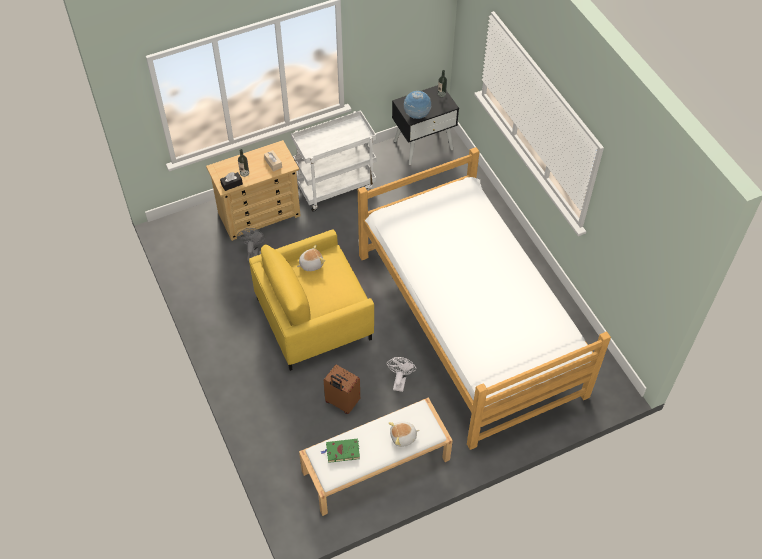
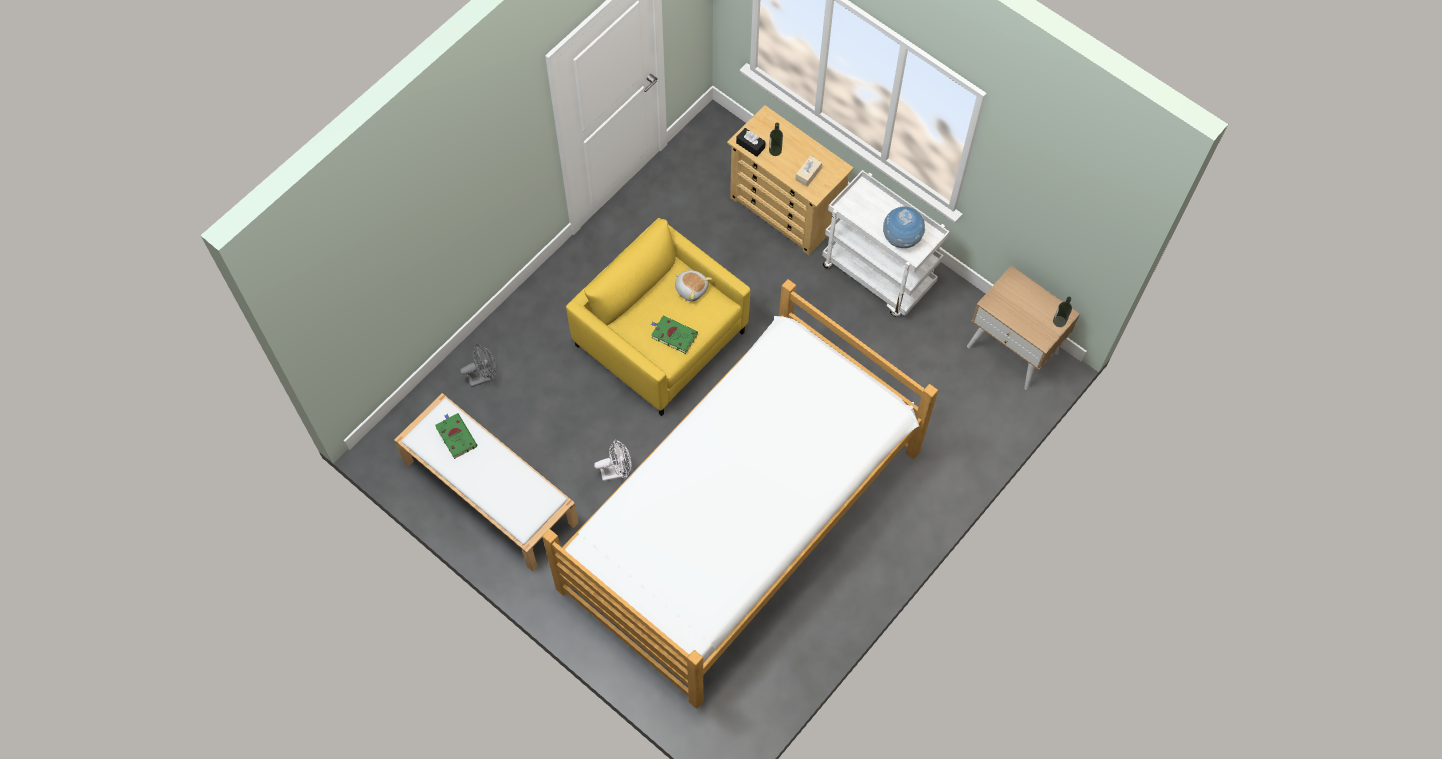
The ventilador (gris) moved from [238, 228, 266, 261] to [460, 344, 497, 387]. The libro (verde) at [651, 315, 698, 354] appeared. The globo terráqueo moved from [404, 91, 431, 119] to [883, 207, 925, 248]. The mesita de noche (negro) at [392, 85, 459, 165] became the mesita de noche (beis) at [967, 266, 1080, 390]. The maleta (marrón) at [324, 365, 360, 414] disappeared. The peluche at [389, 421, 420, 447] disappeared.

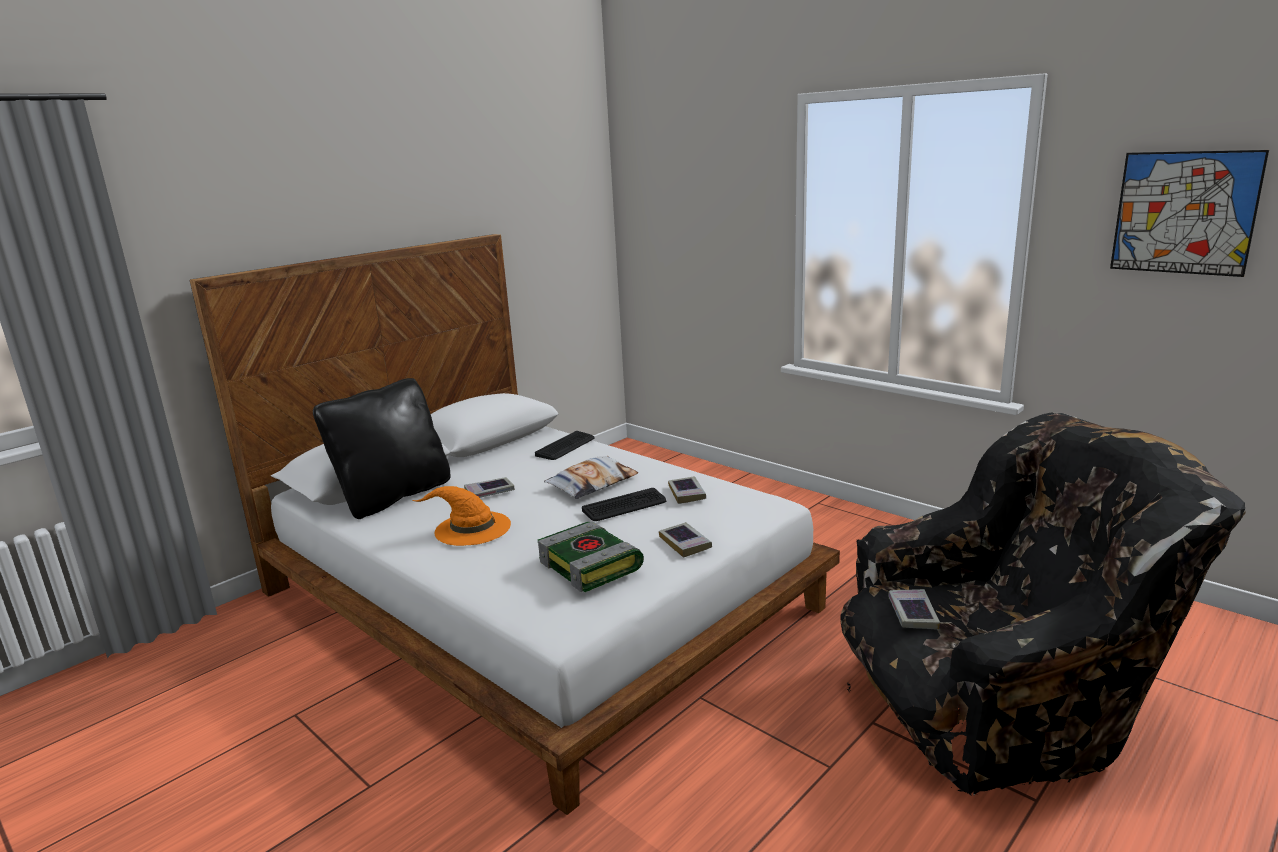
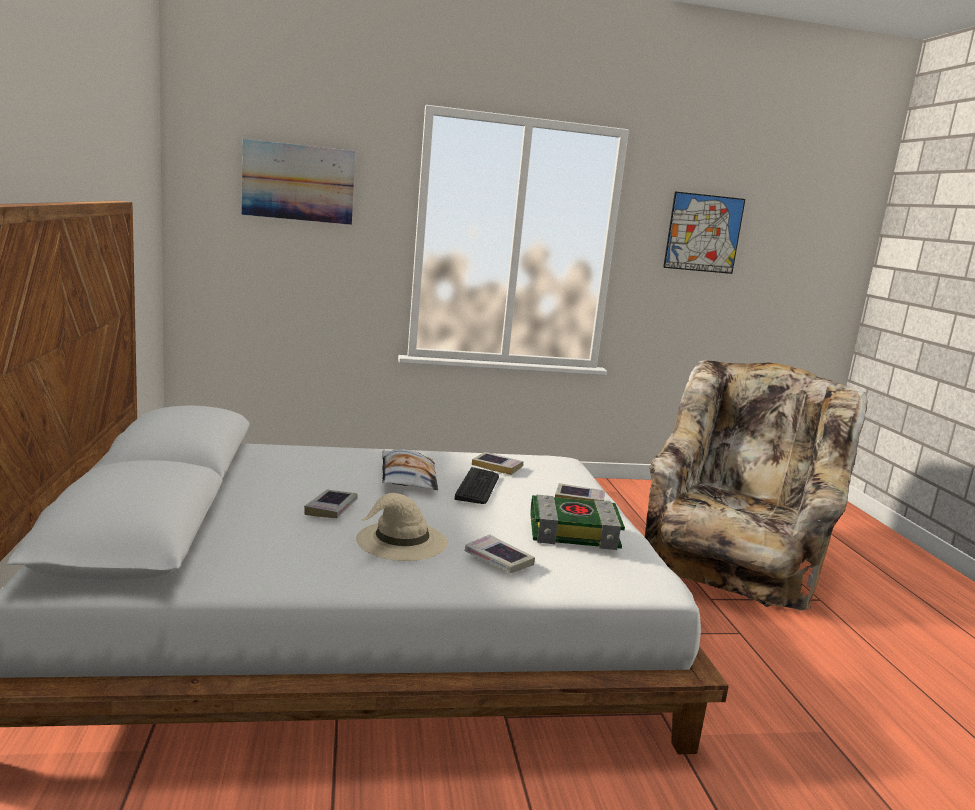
The cuadro at [242, 139, 355, 225] appeared. The sombrero (naranja) at [413, 486, 511, 546] became the sombrero (beis) at [356, 493, 448, 561]. The libro moved from [888, 589, 940, 630] to [465, 534, 535, 573]. The sillón (negro) at [840, 412, 1245, 796] became the sillón (beis) at [645, 360, 867, 611]. The cojín (negro) at [313, 378, 451, 519] disappeared. The teclado at [535, 431, 594, 460] disappeared.

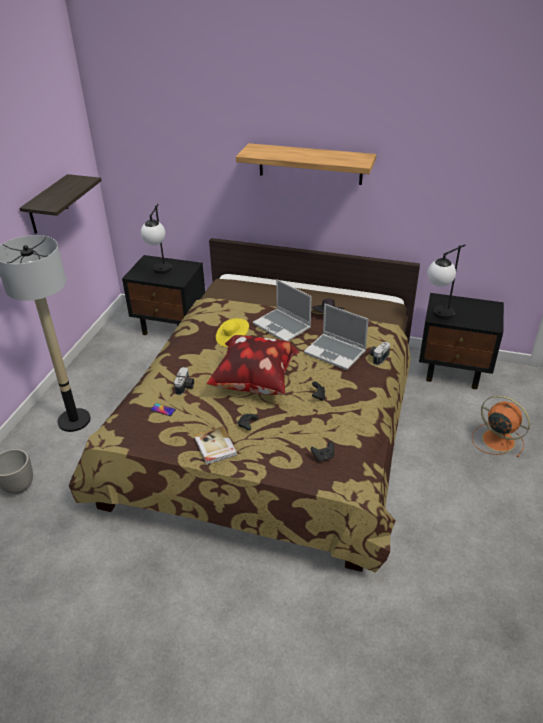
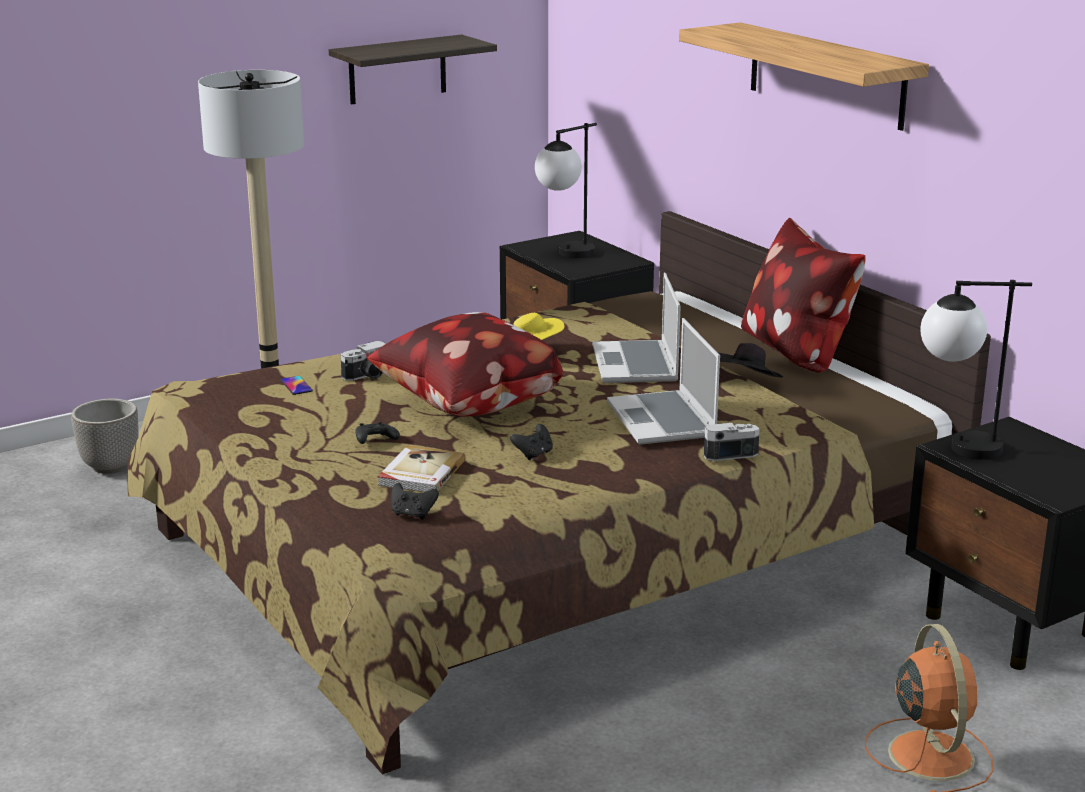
The libro moved from [194, 426, 238, 465] to [377, 445, 465, 492]. The cojín at [741, 218, 866, 373] appeared.

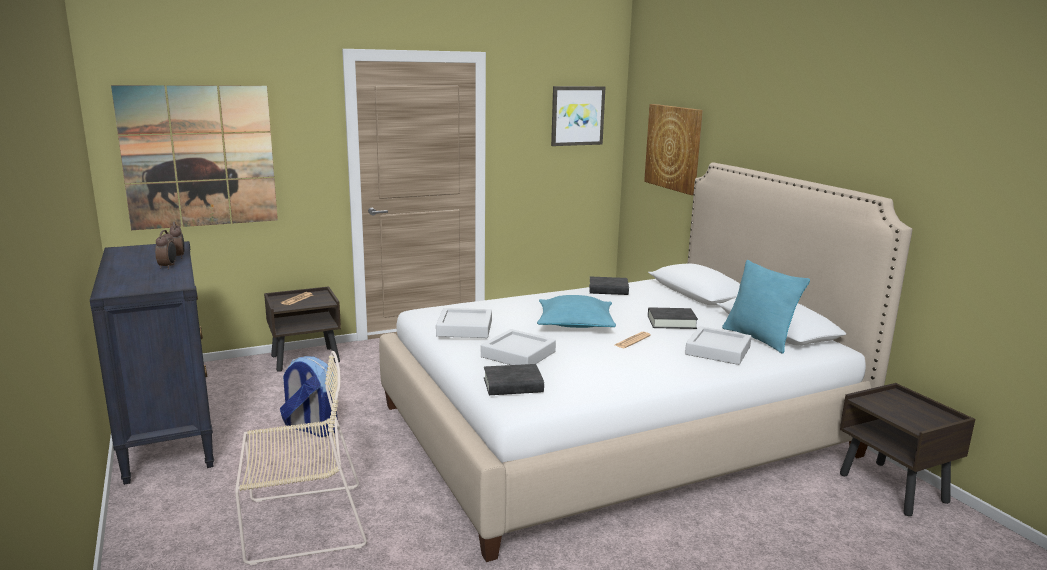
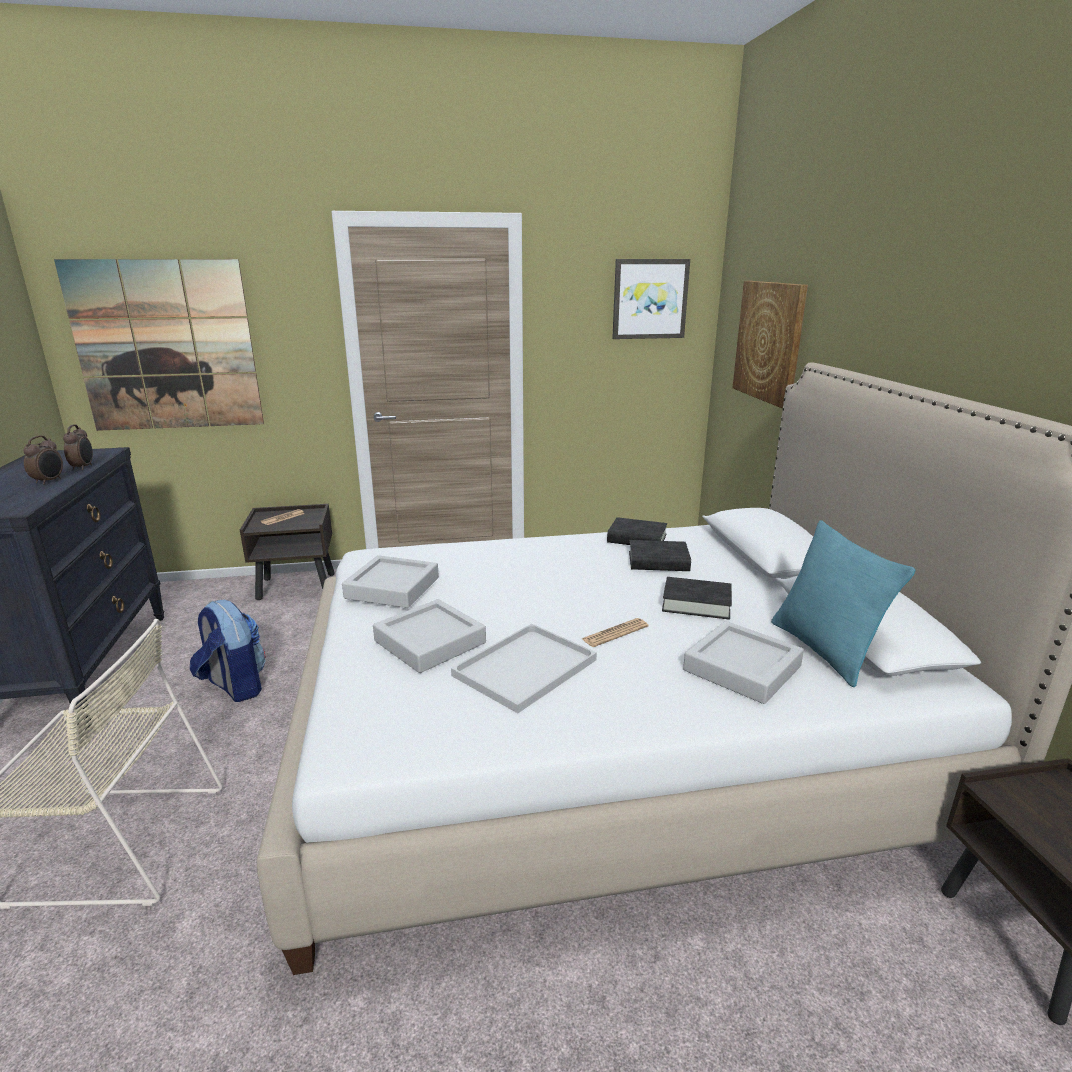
The bandeja (blanco) at [451, 623, 597, 713] appeared. The libro (negro) moved from [484, 364, 544, 395] to [629, 540, 691, 571]. The cojín (turquesa) at [537, 295, 616, 328] disappeared.

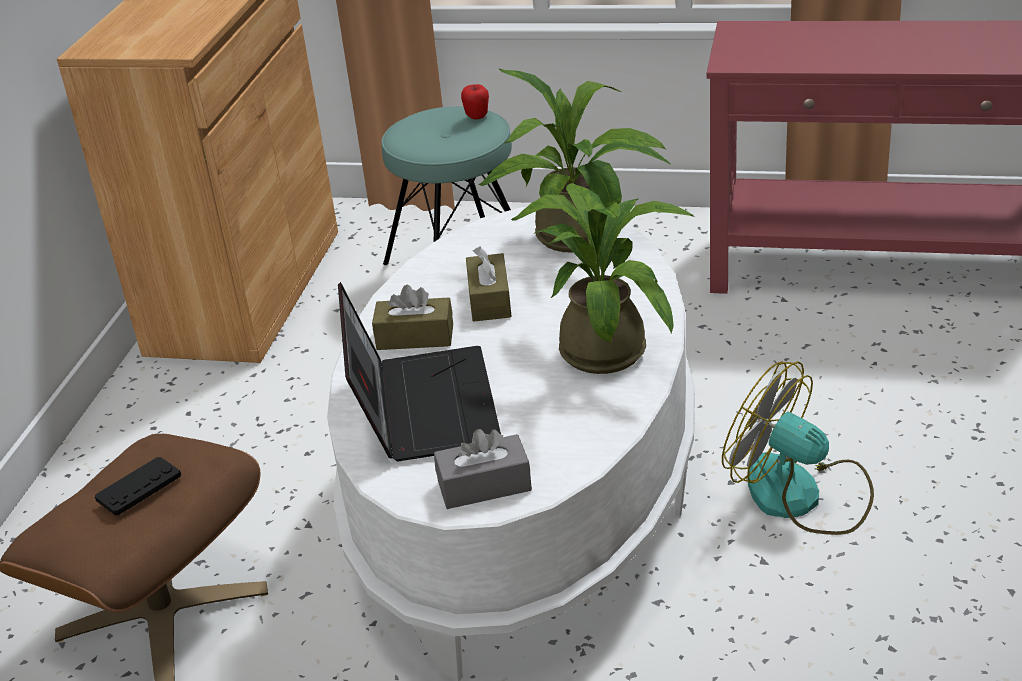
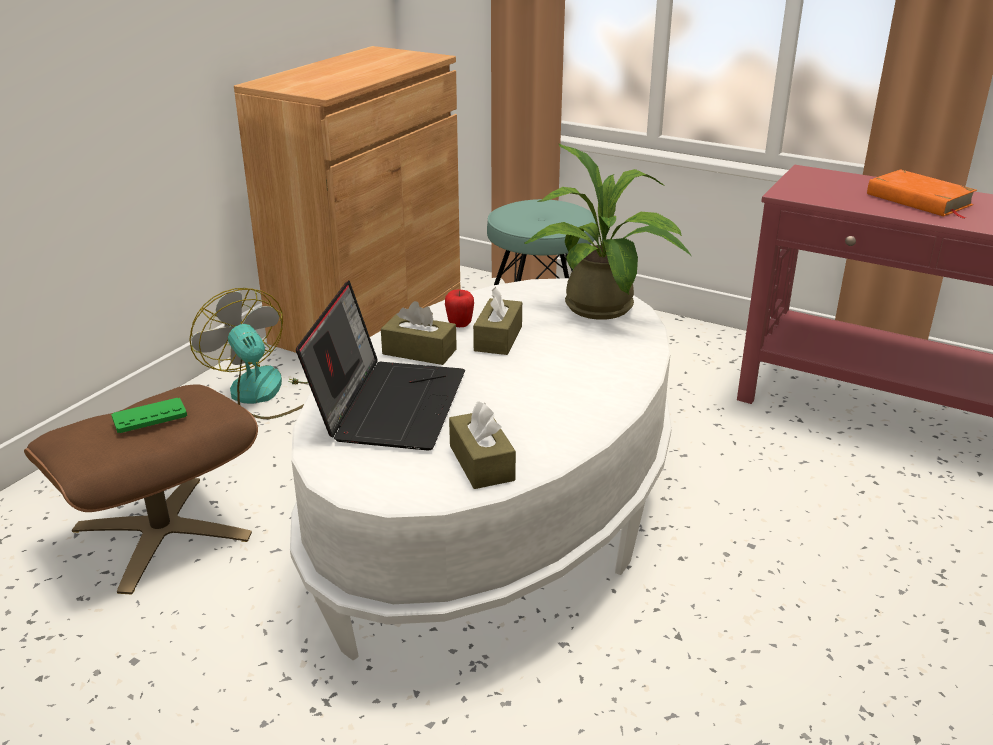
The mando de consola (negro) at [95, 457, 181, 516] became the mando de consola (verde) at [111, 398, 187, 433]. The ventilador moved from [722, 361, 874, 535] to [189, 288, 308, 419]. The manzana moved from [461, 84, 489, 119] to [445, 290, 474, 327]. The caja de pañuelos (marrón) at [449, 401, 516, 489] appeared. The libro (naranja) at [867, 169, 977, 219] appeared. The caja de pañuelos (gris) at [434, 429, 532, 509] disappeared. The planta en maceta at [511, 183, 695, 374] disappeared.

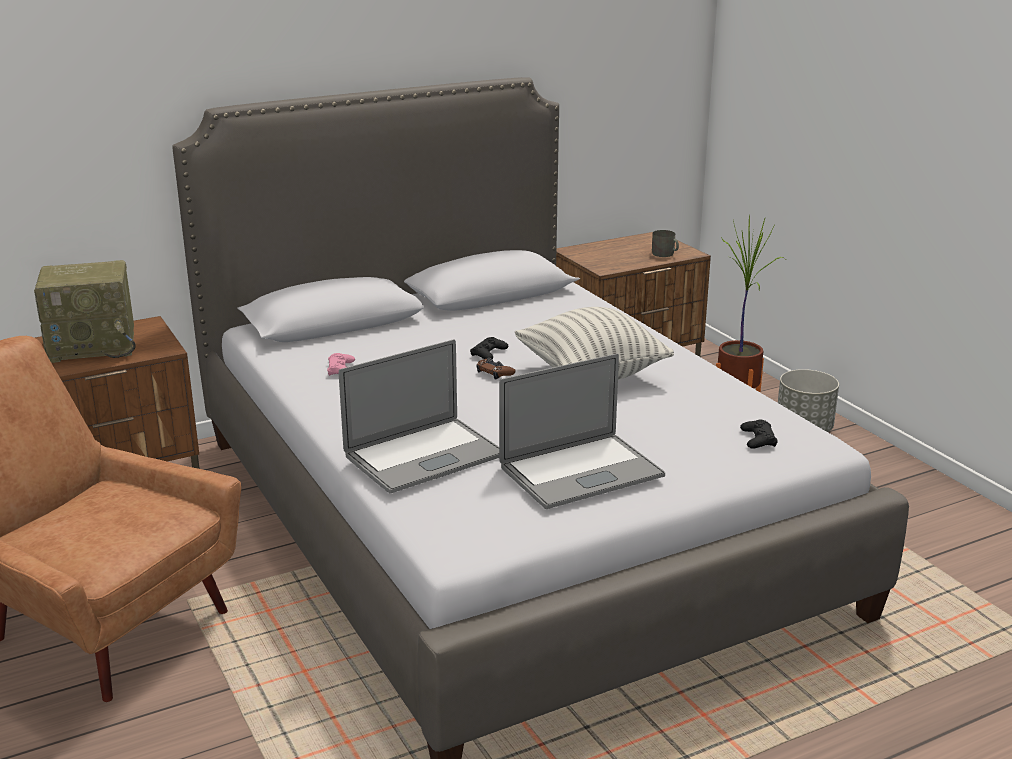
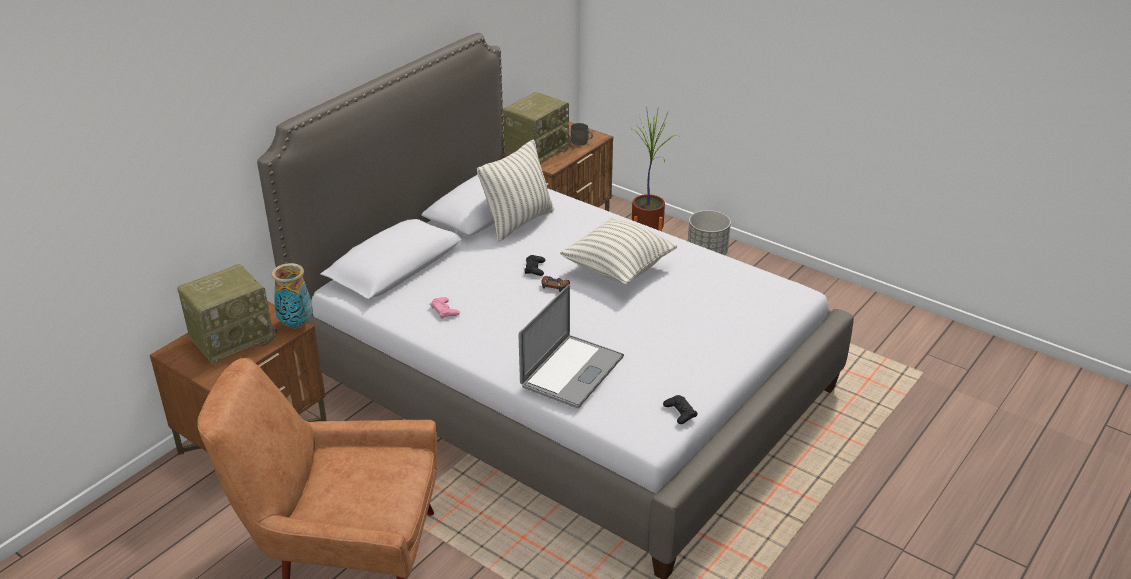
The florero at [272, 263, 313, 329] appeared. The cojín at [477, 139, 554, 242] appeared. The radio at [503, 92, 572, 164] appeared. The mando de consola (negro) moved from [740, 419, 778, 448] to [663, 395, 698, 424]. The portátil at [499, 353, 665, 509] disappeared.

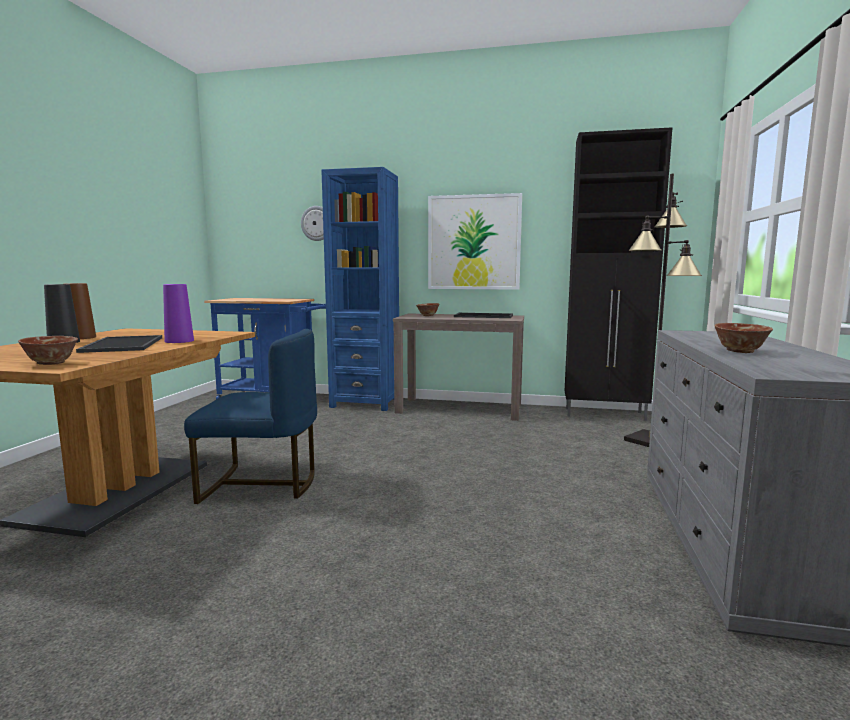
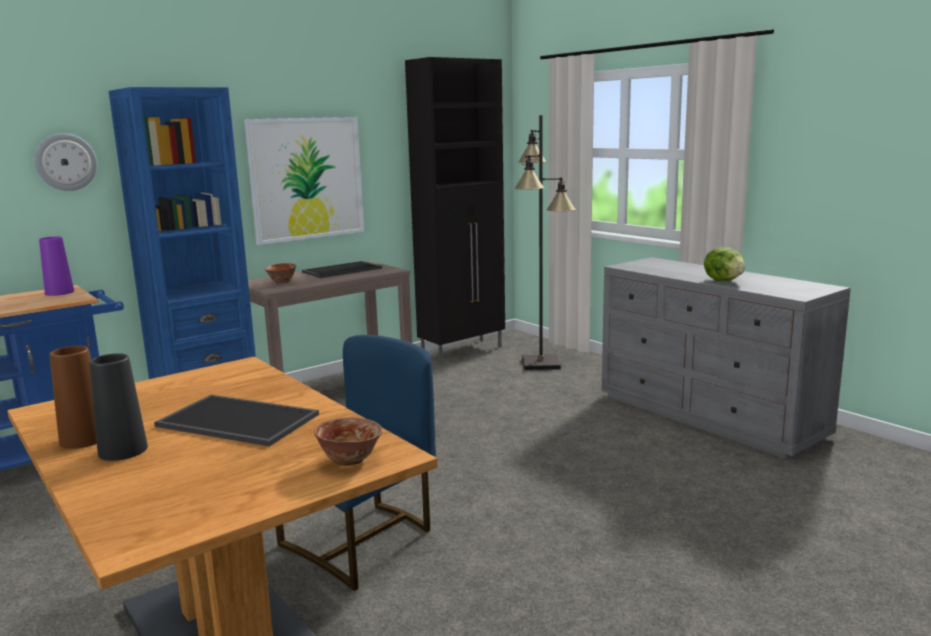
The florero (morado) moved from [163, 284, 194, 343] to [39, 236, 74, 296]. The cuenco at [715, 323, 773, 353] was replaced by the lechuga at [704, 247, 745, 281].

